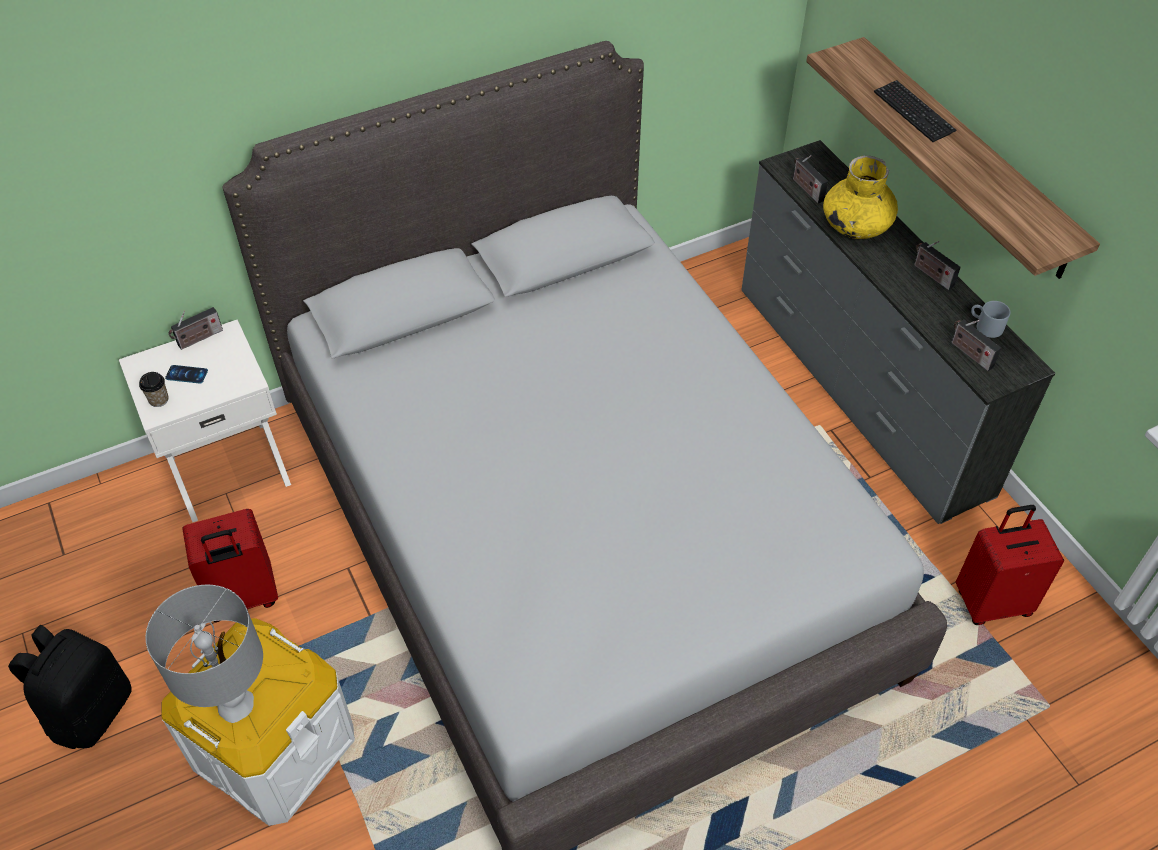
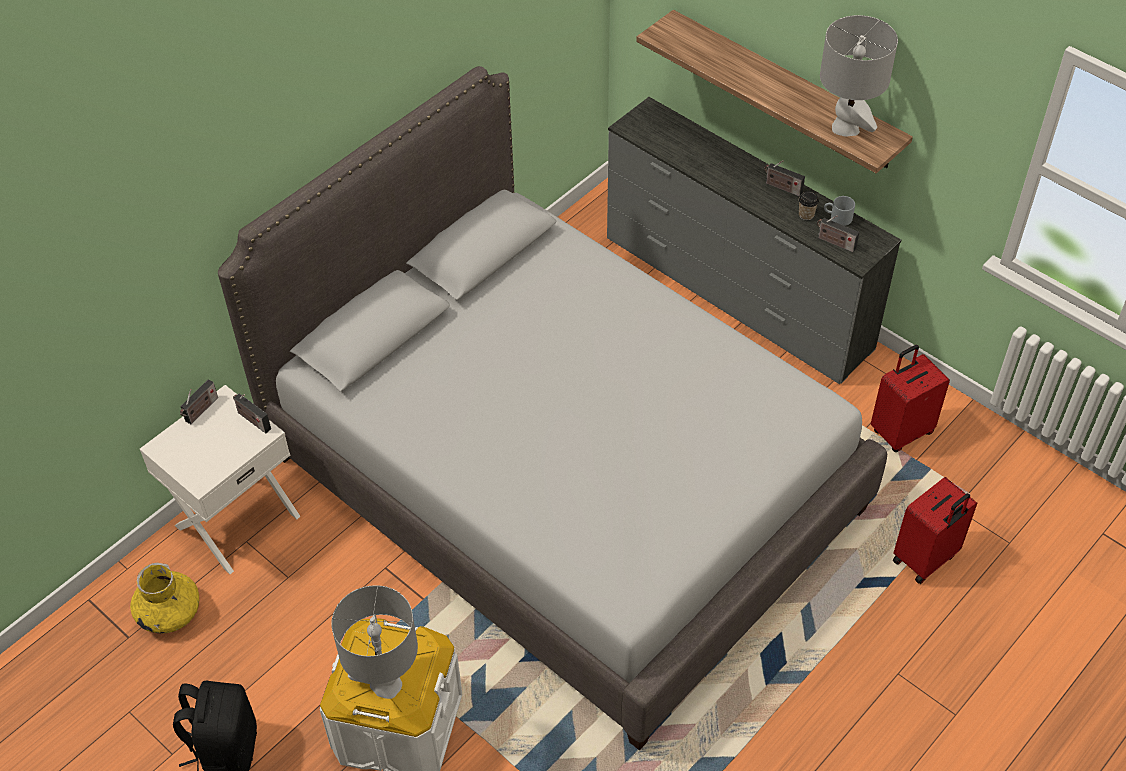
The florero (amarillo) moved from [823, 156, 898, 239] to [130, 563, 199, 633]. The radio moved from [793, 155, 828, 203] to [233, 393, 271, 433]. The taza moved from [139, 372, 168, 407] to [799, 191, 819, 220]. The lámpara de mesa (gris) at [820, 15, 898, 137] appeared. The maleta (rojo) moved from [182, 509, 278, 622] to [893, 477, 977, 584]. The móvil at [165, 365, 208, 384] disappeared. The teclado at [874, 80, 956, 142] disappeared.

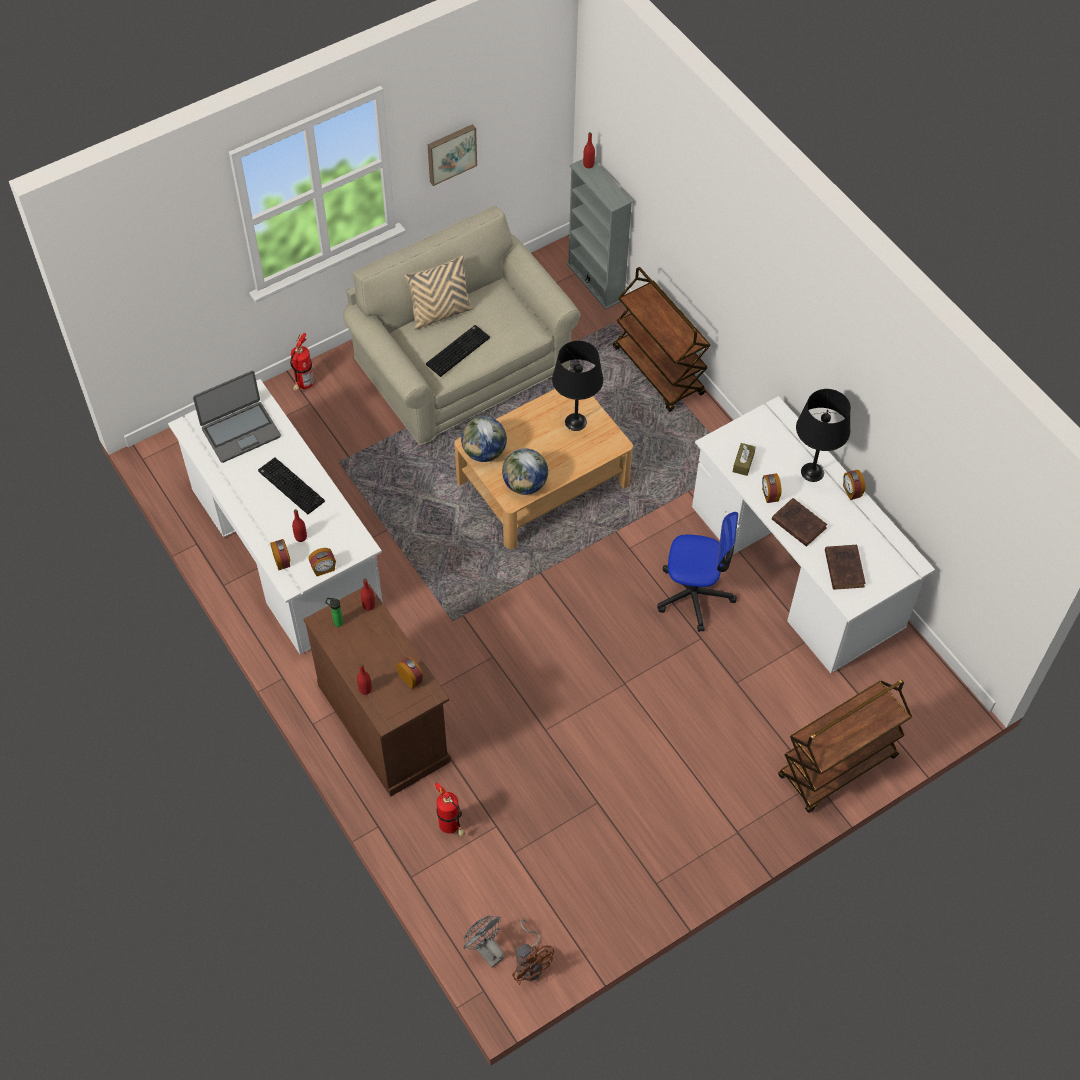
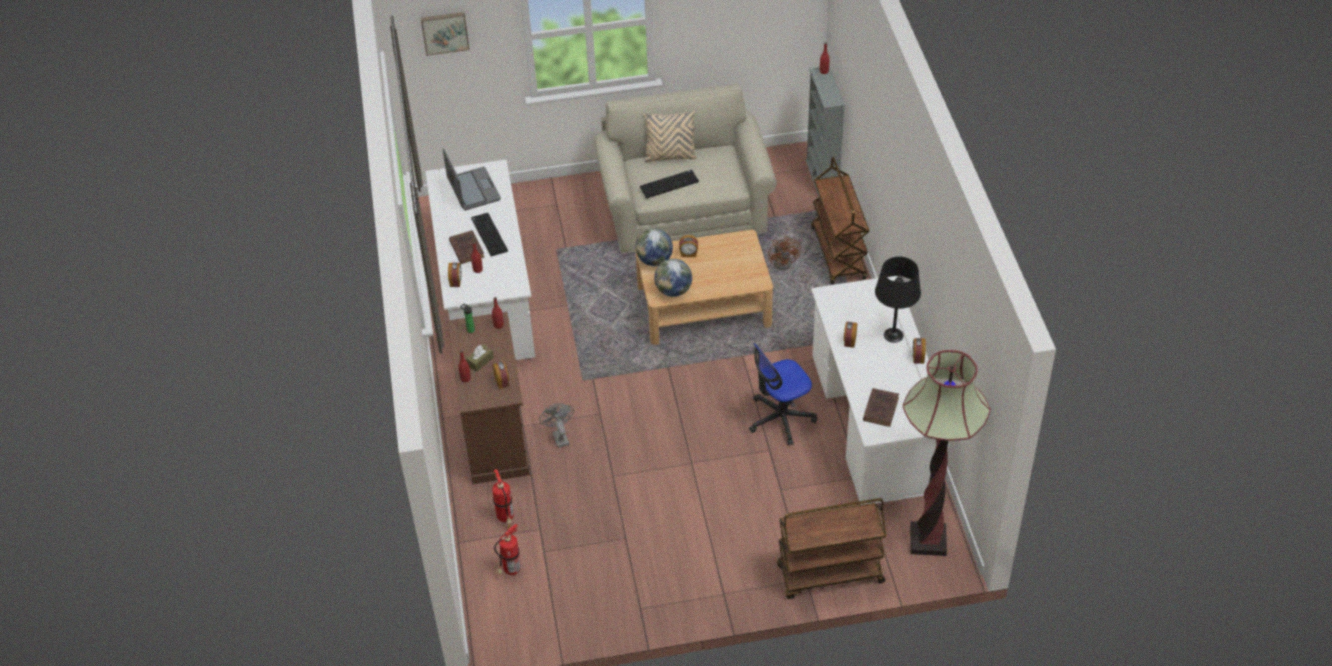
The cuadro moved from [427, 124, 477, 186] to [421, 12, 470, 56]. The portátil at [193, 371, 281, 463] turned 105 degrees counterclockwise. The libro (marrón) moved from [772, 498, 827, 547] to [449, 230, 484, 264]. The caja de pañuelos (marrón) moved from [733, 443, 756, 476] to [466, 344, 494, 372]. The extintor moved from [290, 333, 314, 391] to [494, 524, 521, 575]. The ventilador (gris) moved from [463, 916, 504, 968] to [539, 403, 574, 448]. The despertador moved from [309, 548, 336, 576] to [679, 235, 698, 257]. The silla de oficina at [657, 512, 738, 632] turned 120 degrees clockwise. The ventilador (marrón) moved from [512, 919, 554, 985] to [768, 235, 801, 270]. The lámpara de pie at [903, 350, 991, 556] appeared. The lámpara de mesa (negro) at [552, 341, 603, 431] disappeared.

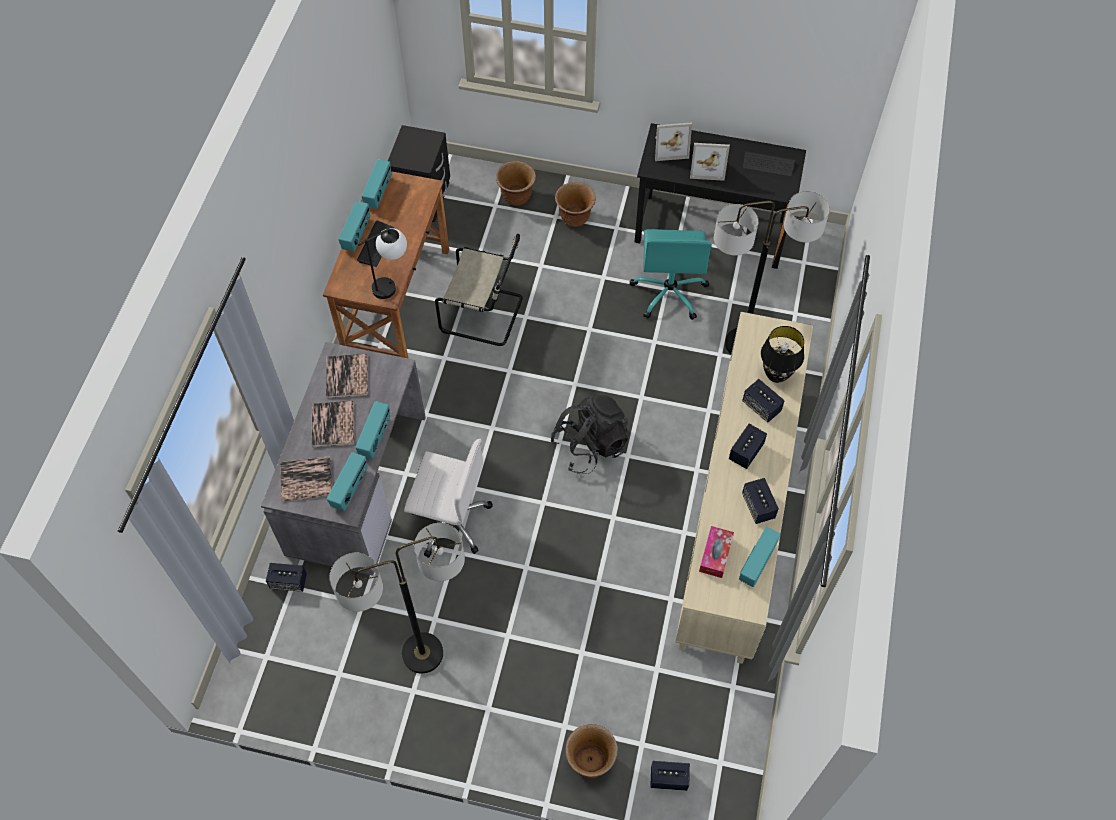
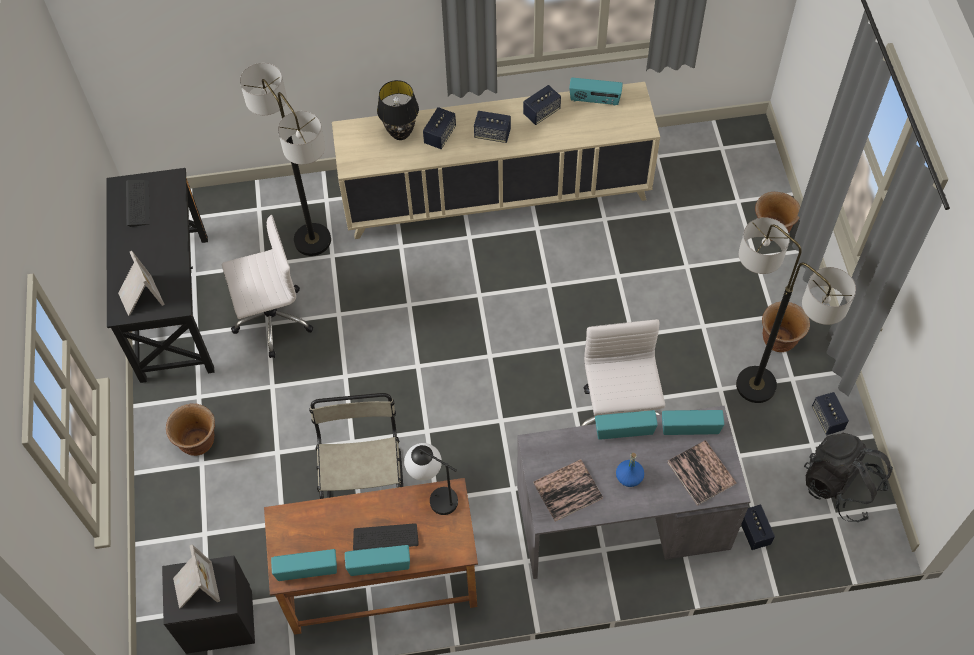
The portarretratos moved from [690, 143, 730, 181] to [173, 544, 220, 609]. The silla de oficina (turquesa) at [629, 229, 712, 320] became the silla de oficina (blanco) at [222, 215, 313, 358]. The libro at [311, 401, 354, 448] was replaced by the botella (azul) at [616, 453, 644, 487]. The maceta (marrón) moved from [496, 161, 536, 206] to [762, 302, 810, 352]. The mochila (negro) moved from [551, 395, 628, 474] to [804, 433, 893, 522]. The altavoz moved from [650, 761, 690, 791] to [812, 392, 849, 435]. The caja de pañuelos at [699, 526, 734, 578] disappeared.

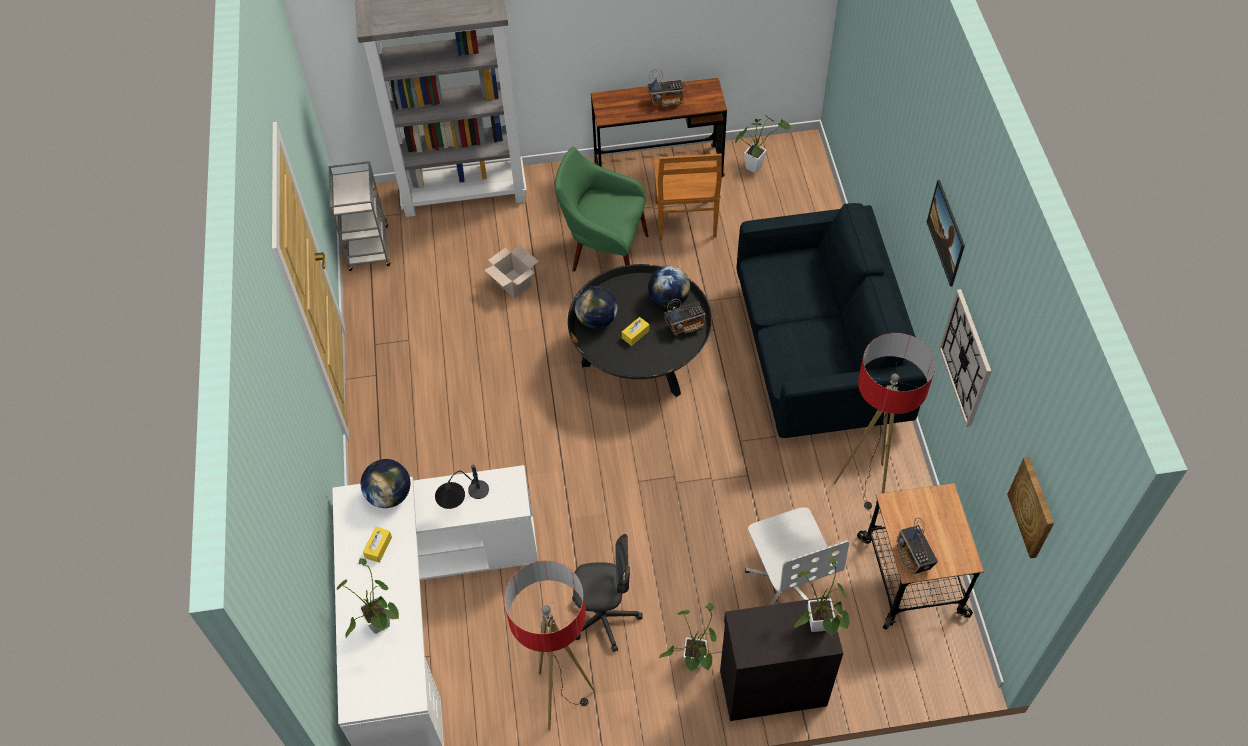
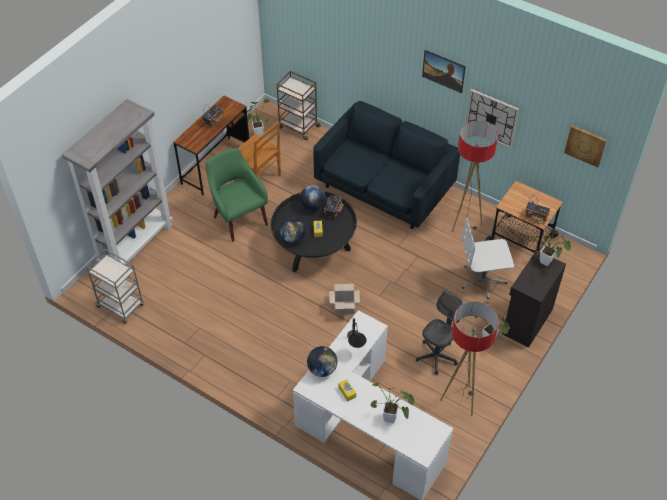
The sillón (verde) at [555, 147, 649, 272] turned 90 degrees clockwise. The carrito (marrón) at [277, 71, 321, 140] appeared. The caja de cartón moved from [484, 245, 539, 298] to [329, 284, 360, 315]. The silla de oficina (blanco) at [745, 507, 849, 605] turned 150 degrees clockwise.

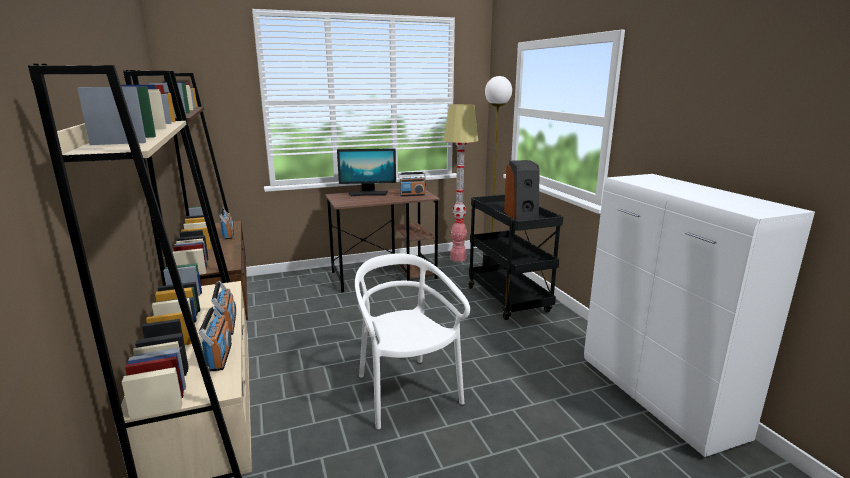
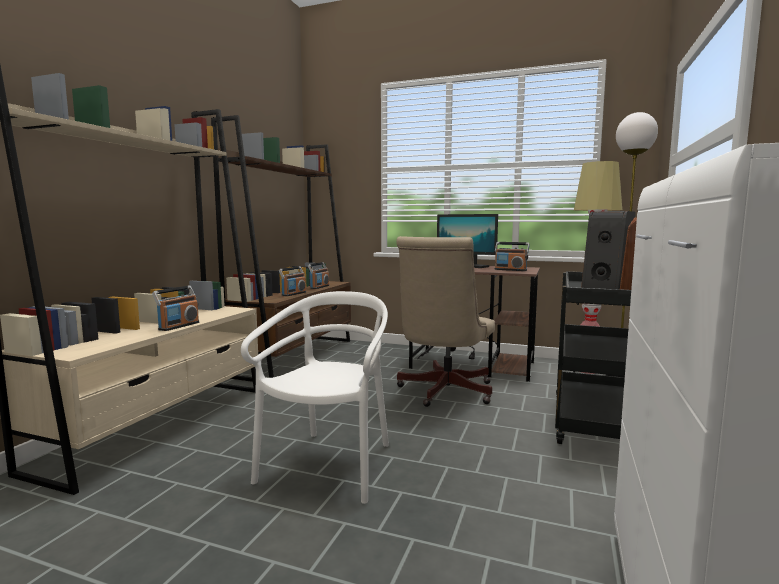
The radio moved from [198, 306, 232, 371] to [279, 266, 306, 296]. The silla de oficina (beis) at [396, 236, 495, 407] appeared.

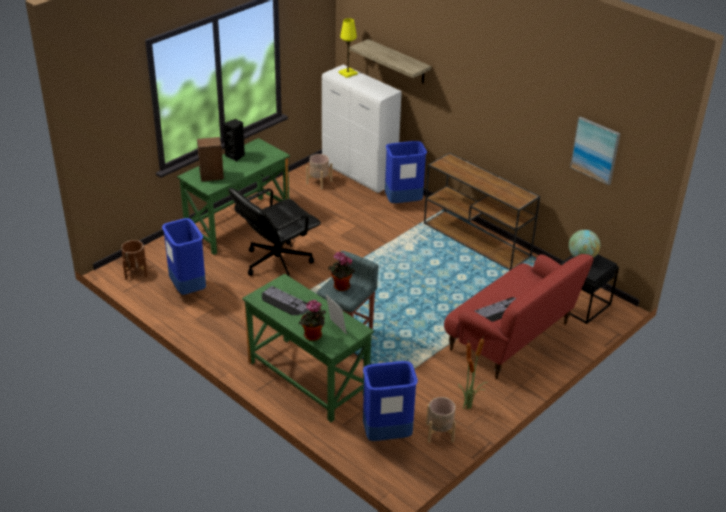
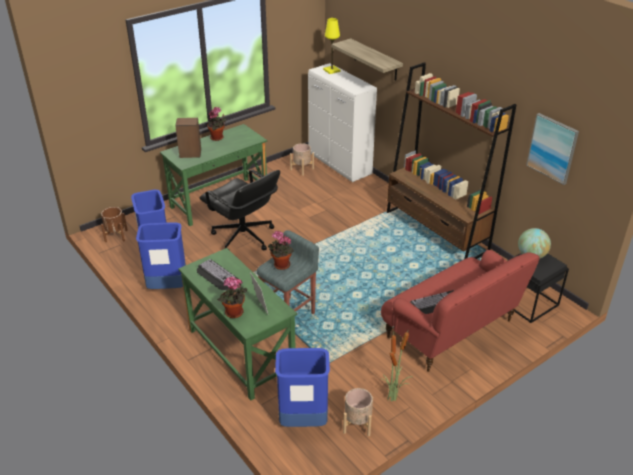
The papelera (azul) moved from [385, 141, 427, 203] to [136, 222, 186, 289]. The silla de oficina (negro) at [229, 188, 321, 277] turned 105 degrees counterclockwise. The altavoz (negro) at [223, 119, 245, 161] was replaced by the planta en maceta at [207, 107, 227, 141]. The mesa consola (marrón) at [424, 153, 540, 270] was replaced by the estantería (marrón) at [387, 62, 516, 259].

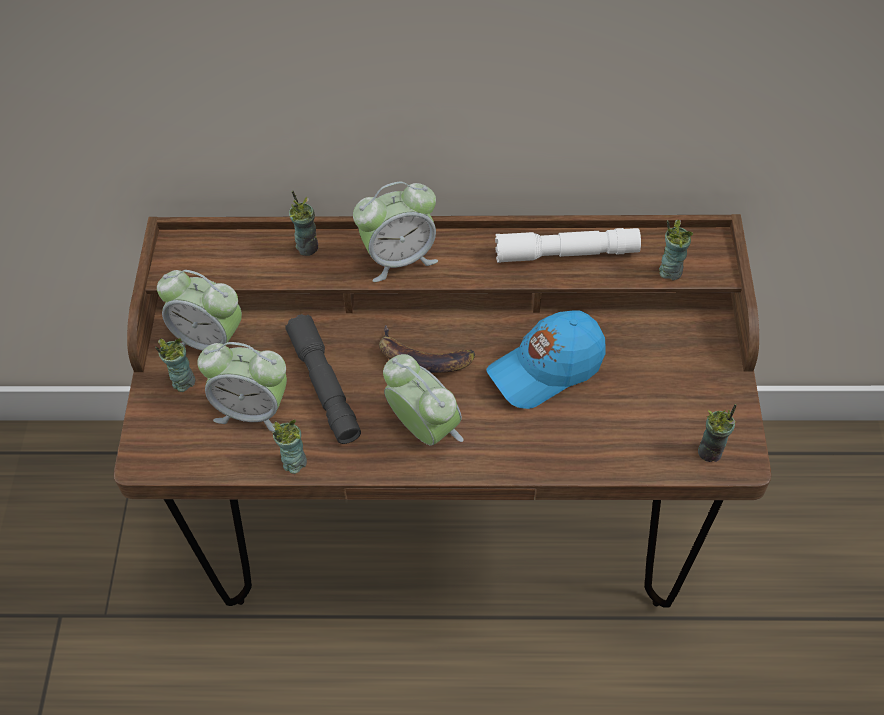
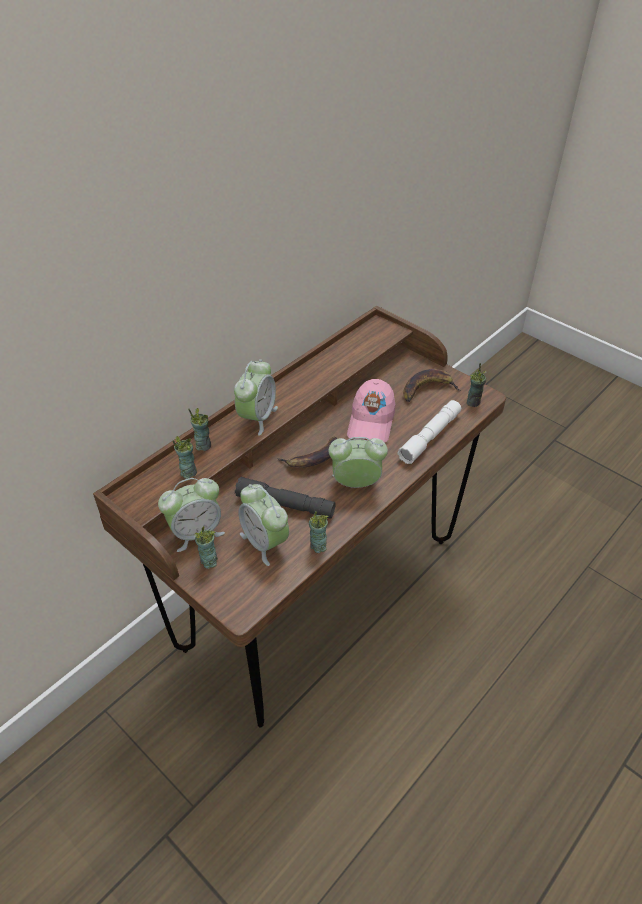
The taza moved from [659, 220, 693, 280] to [172, 436, 197, 479]. The despertador at [197, 342, 287, 431] turned 90 degrees clockwise. The gorra (azul) at [486, 310, 606, 409] became the gorra (rosa) at [347, 379, 396, 443]. The linterna (blanco) moved from [495, 228, 641, 263] to [397, 400, 461, 464]. The plátano at [403, 369, 461, 402] appeared.

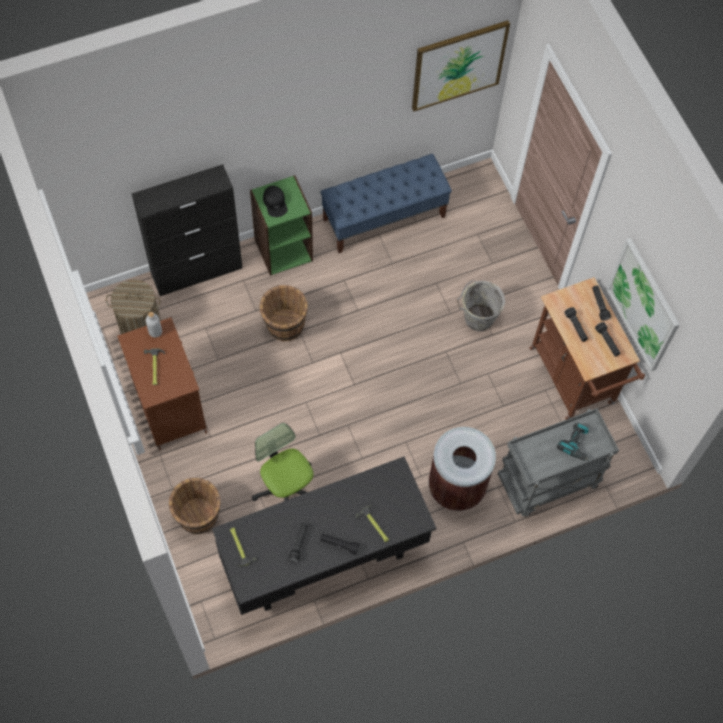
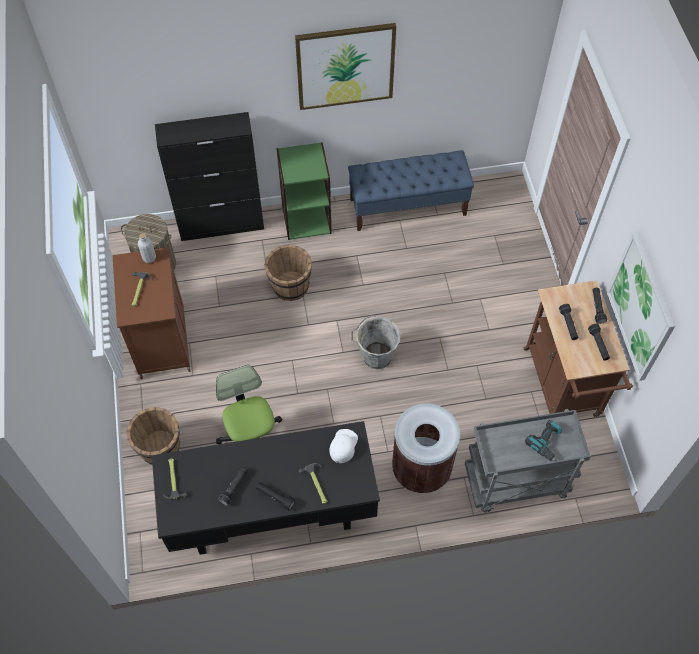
The cuadro moved from [412, 20, 510, 111] to [295, 23, 396, 110]. The gorra (blanco) at [329, 429, 358, 463] appeared. The cubo (gris) moved from [457, 280, 505, 331] to [351, 315, 401, 369]. The gorra (negro) at [263, 186, 288, 217] disappeared.

